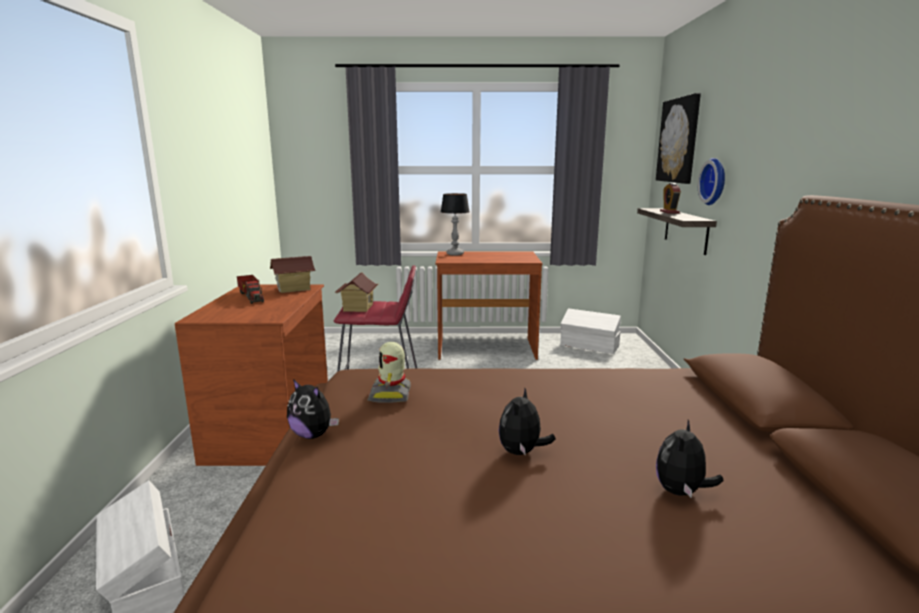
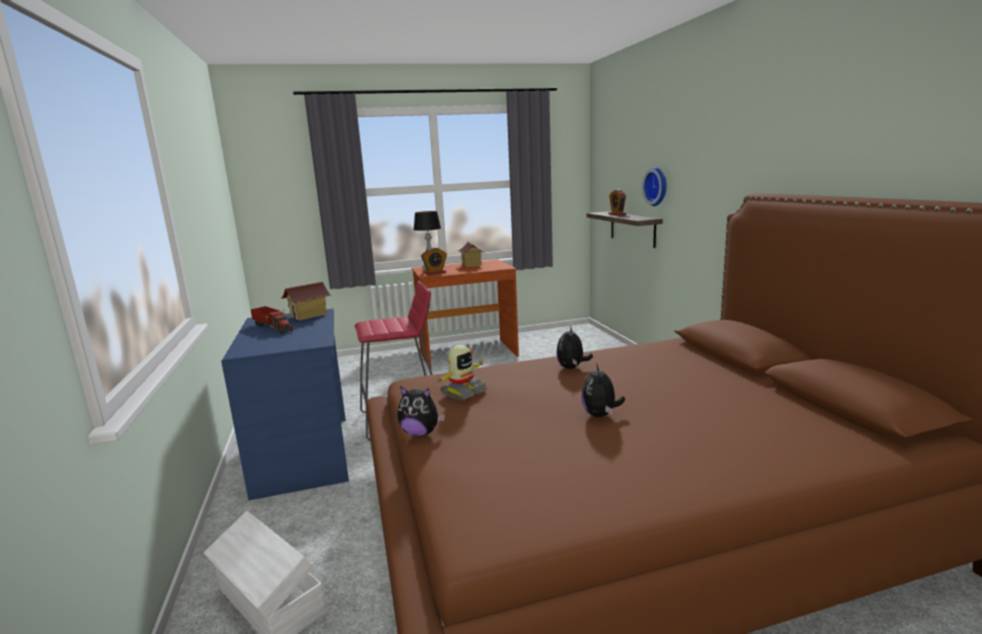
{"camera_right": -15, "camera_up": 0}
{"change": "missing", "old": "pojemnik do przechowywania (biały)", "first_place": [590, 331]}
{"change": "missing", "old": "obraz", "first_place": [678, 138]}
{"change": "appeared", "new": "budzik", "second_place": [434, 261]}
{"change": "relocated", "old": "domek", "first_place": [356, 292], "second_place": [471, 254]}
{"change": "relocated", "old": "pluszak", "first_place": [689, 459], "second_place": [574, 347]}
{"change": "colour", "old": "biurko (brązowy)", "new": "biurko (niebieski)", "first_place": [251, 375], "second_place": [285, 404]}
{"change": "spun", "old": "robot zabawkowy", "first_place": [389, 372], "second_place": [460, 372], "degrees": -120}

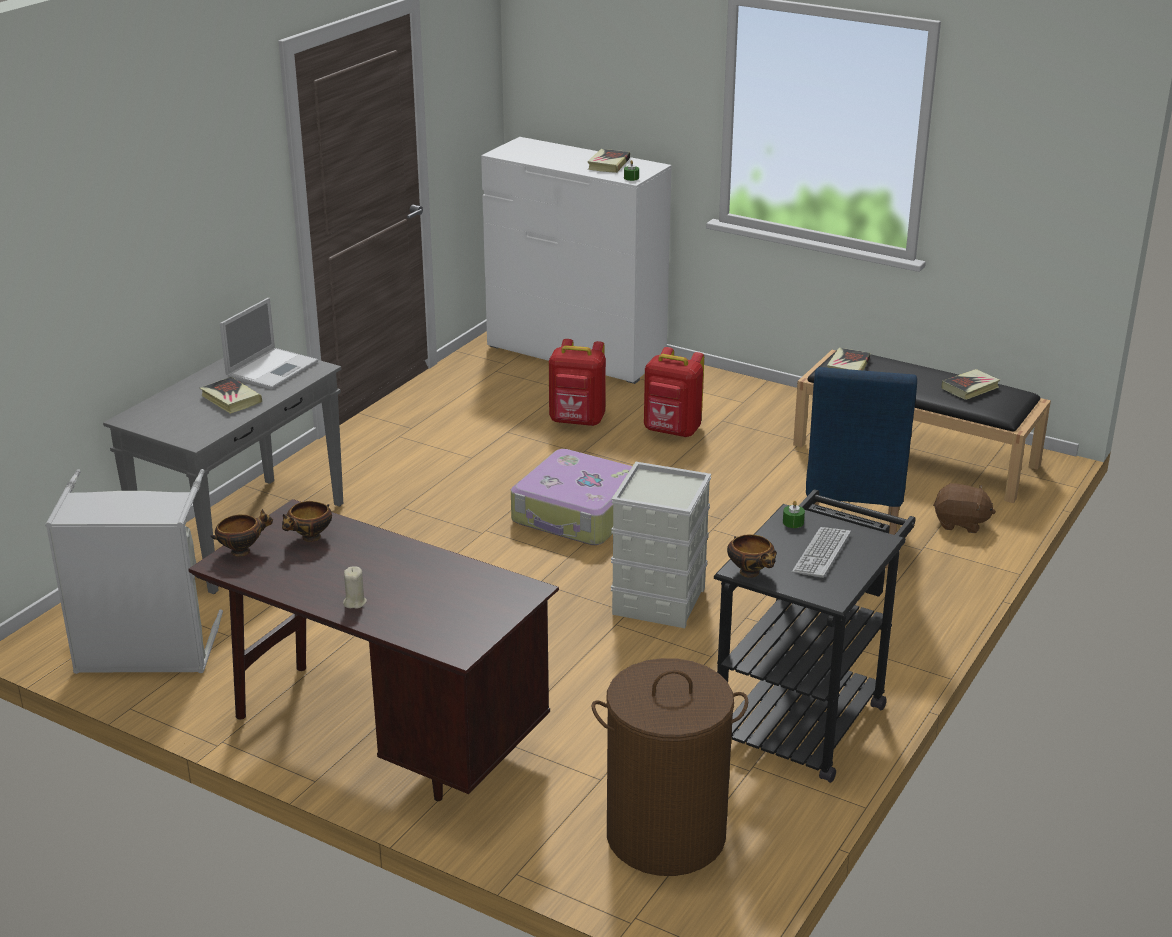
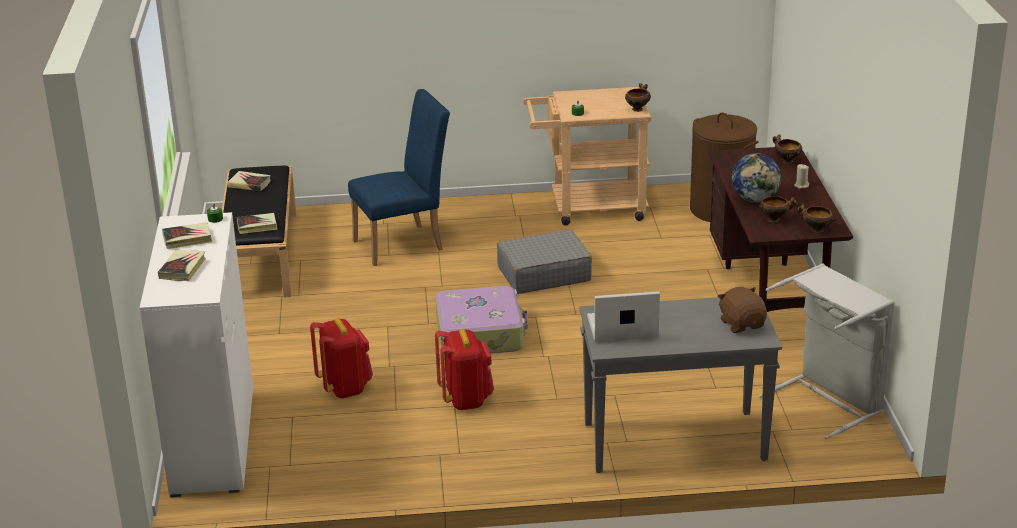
{"camera_right": -125, "camera_up": 0}
{"change": "missing", "old": "klawiatura", "first_place": [821, 552]}
{"change": "appeared", "new": "globus", "second_place": [756, 178]}
{"change": "appeared", "new": "miska", "second_place": [787, 149]}
{"change": "relocated", "old": "książka", "first_place": [231, 395], "second_place": [182, 265]}
{"change": "relocated", "old": "plecak (czerwony)", "first_place": [674, 392], "second_place": [464, 369]}
{"change": "relocated", "old": "pluszak (brązowy)", "first_place": [964, 508], "second_place": [742, 310]}
{"change": "exchanged", "old": "pojemnik do przechowywania (szary)", "new": "walizka (szary)", "first_place": [661, 545], "second_place": [544, 261]}
{"change": "colour", "old": "wózek (czarny)", "new": "wózek (beżowy)", "first_place": [815, 636], "second_place": [587, 156]}

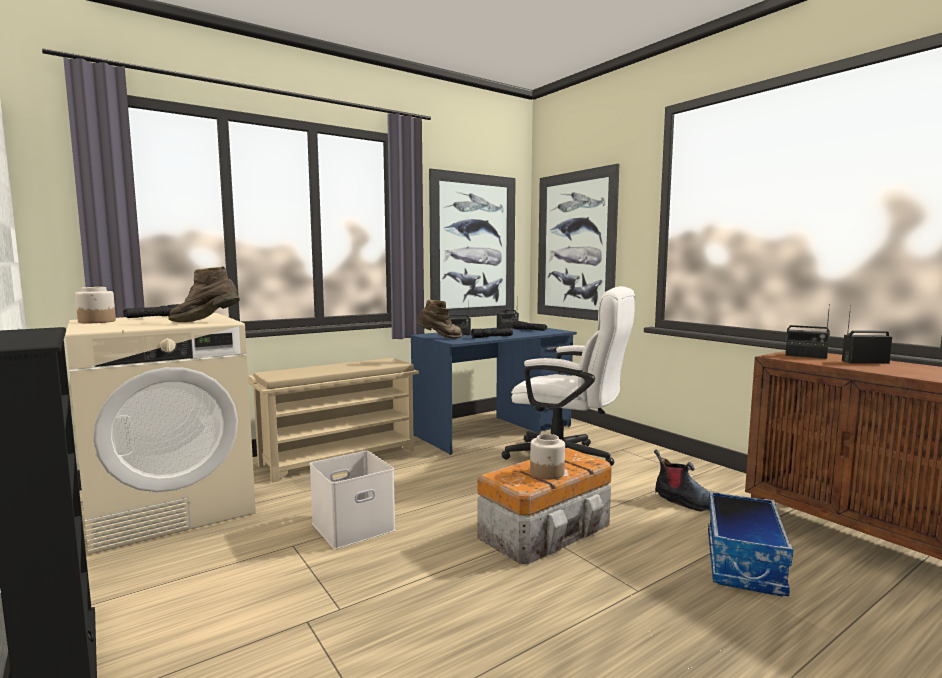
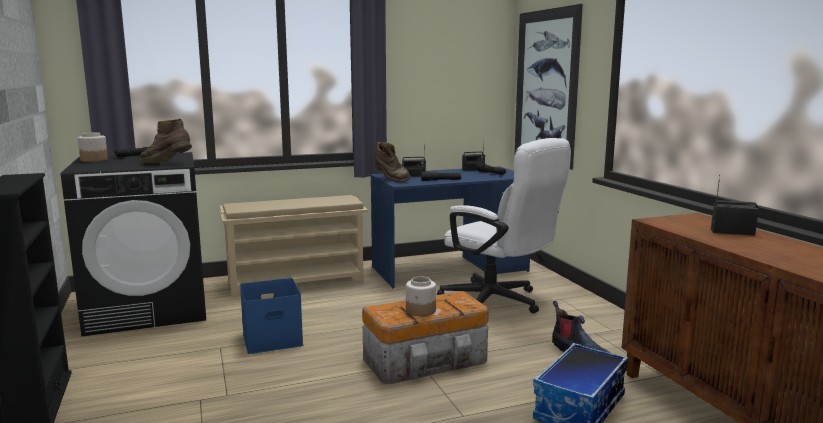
{"camera_right": 15, "camera_up": 5}
{"change": "missing", "old": "obraz", "first_place": [472, 243]}
{"change": "missing", "old": "radio", "first_place": [807, 331]}
{"change": "colour", "old": "pralka (beżowy)", "new": "pralka (czarny)", "first_place": [161, 434], "second_place": [133, 244]}
{"change": "colour", "old": "pojemnik do przechowywania (biały)", "new": "pojemnik do przechowywania (niebieski)", "first_place": [353, 500], "second_place": [271, 316]}
{"change": "spun", "old": "but z cholewką (brązowy)", "first_place": [439, 319], "second_place": [393, 162], "degrees": 45}

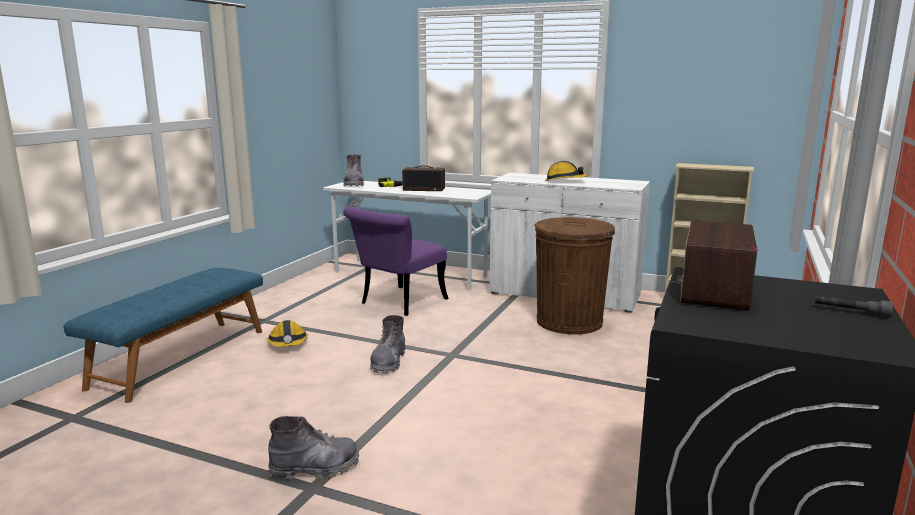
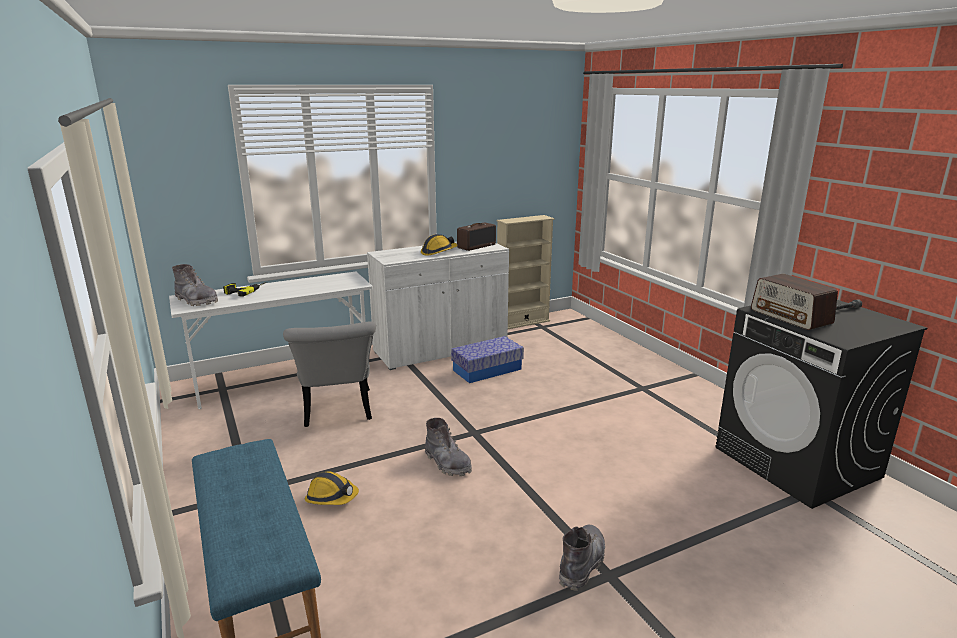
{"camera_right": -50, "camera_up": 5}
{"change": "relocated", "old": "radio", "first_place": [423, 178], "second_place": [476, 236]}
{"change": "exchanged", "old": "kosz na śmieci (brązowy)", "new": "pojemnik do przechowywania", "first_place": [574, 275], "second_place": [487, 359]}
{"change": "colour", "old": "krzesło (fioletowy)", "new": "krzesło (szary)", "first_place": [396, 261], "second_place": [329, 374]}

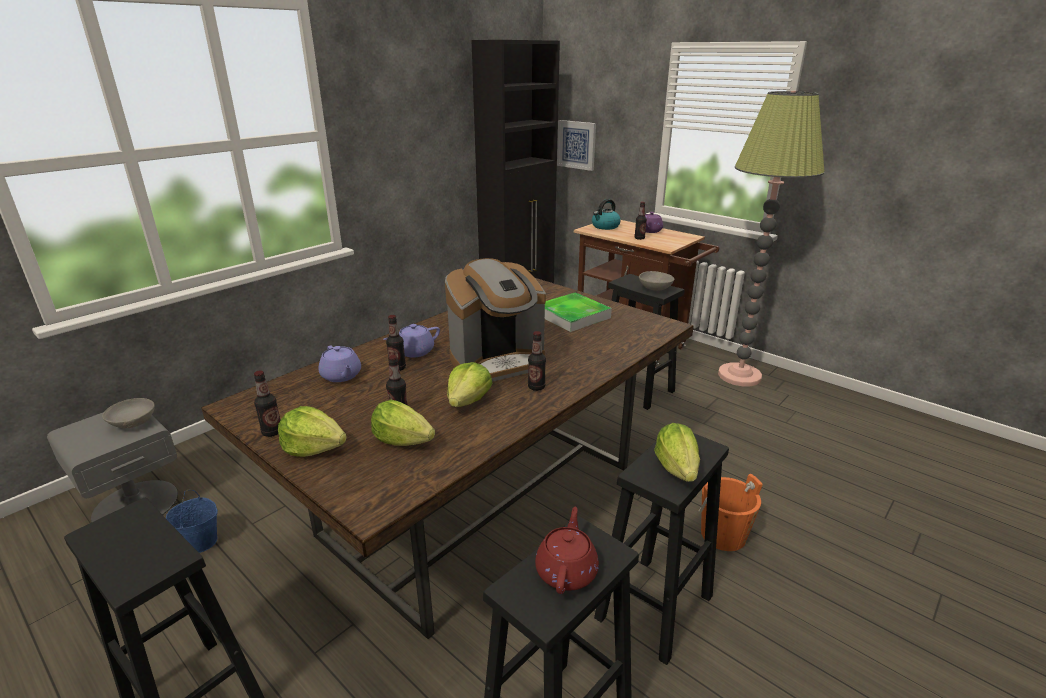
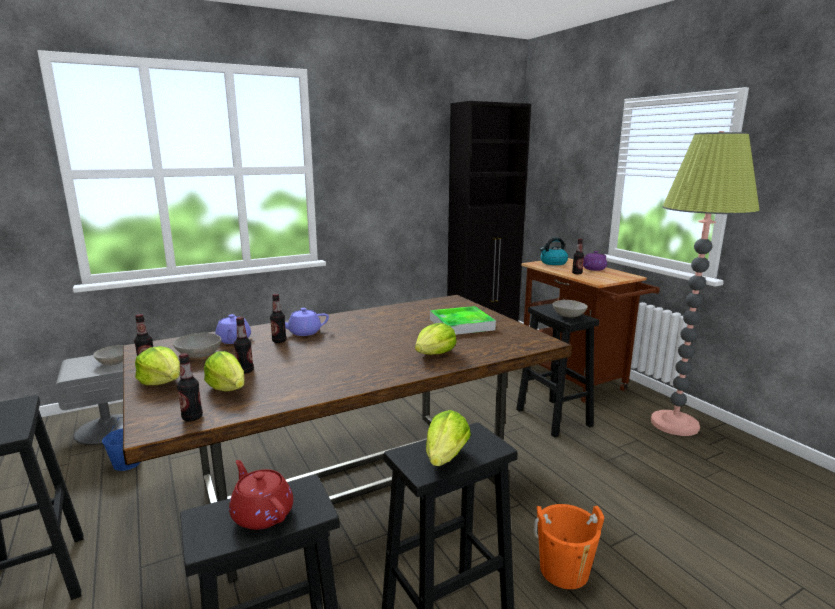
{"camera_right": 20, "camera_up": -10}
{"change": "missing", "old": "ekspres do kawy", "first_place": [495, 320]}
{"change": "missing", "old": "obraz", "first_place": [576, 145]}
{"change": "appeared", "new": "miska (szary)", "second_place": [197, 345]}
{"change": "relocated", "old": "sałata", "first_place": [470, 384], "second_place": [435, 339]}
{"change": "relocated", "old": "butelka", "first_place": [537, 361], "second_place": [190, 387]}
{"change": "spun", "old": "imbryk (czerwony)", "first_place": [567, 550], "second_place": [261, 495], "degrees": -75}

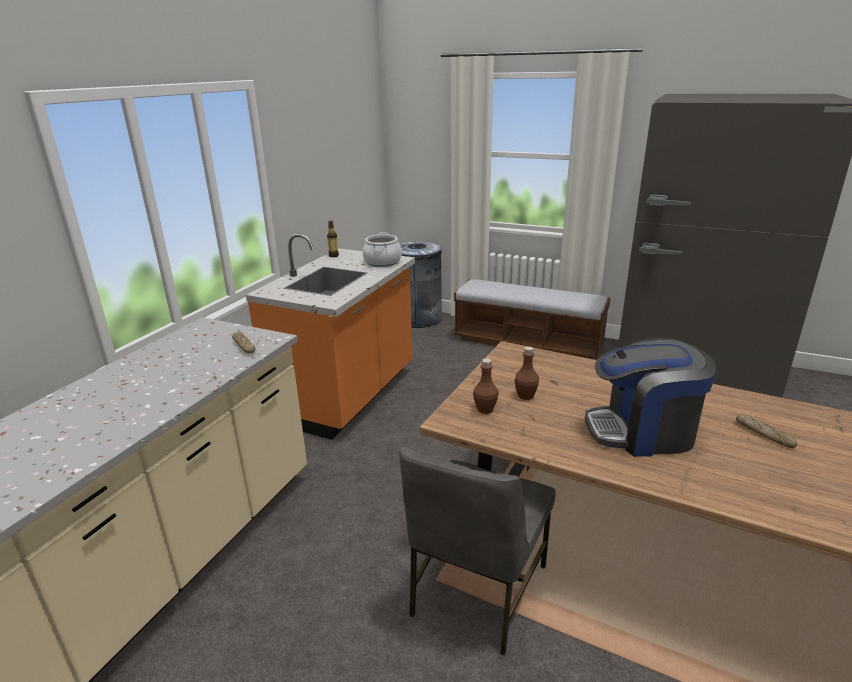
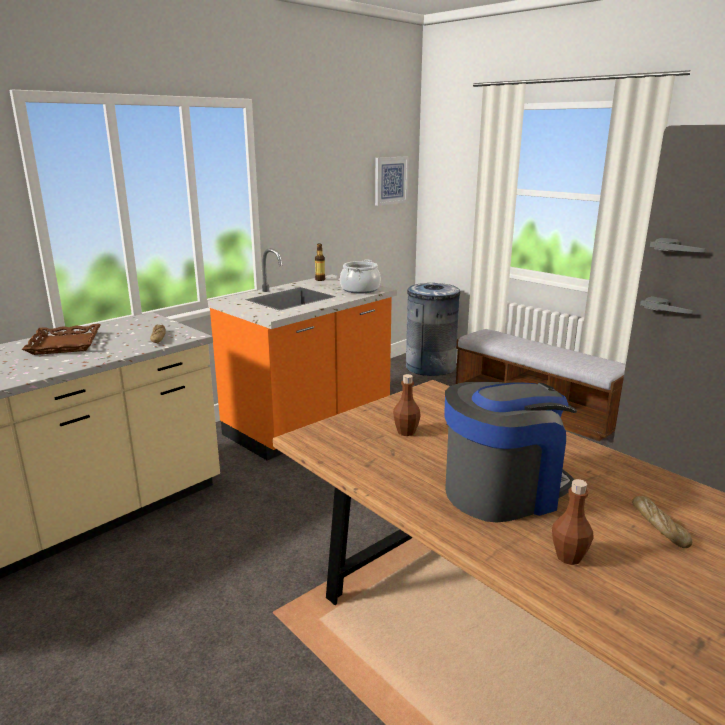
{"camera_right": 20, "camera_up": -5}
{"change": "missing", "old": "krzesło (szary)", "first_place": [477, 551]}
{"change": "appeared", "new": "taca (brązowy)", "second_place": [61, 339]}
{"change": "appeared", "new": "obraz", "second_place": [392, 181]}
{"change": "relocated", "old": "butelka (brązowy)", "first_place": [486, 386], "second_place": [573, 522]}
{"change": "spun", "old": "ekspres do kawy", "first_place": [650, 397], "second_place": [510, 452], "degrees": 135}

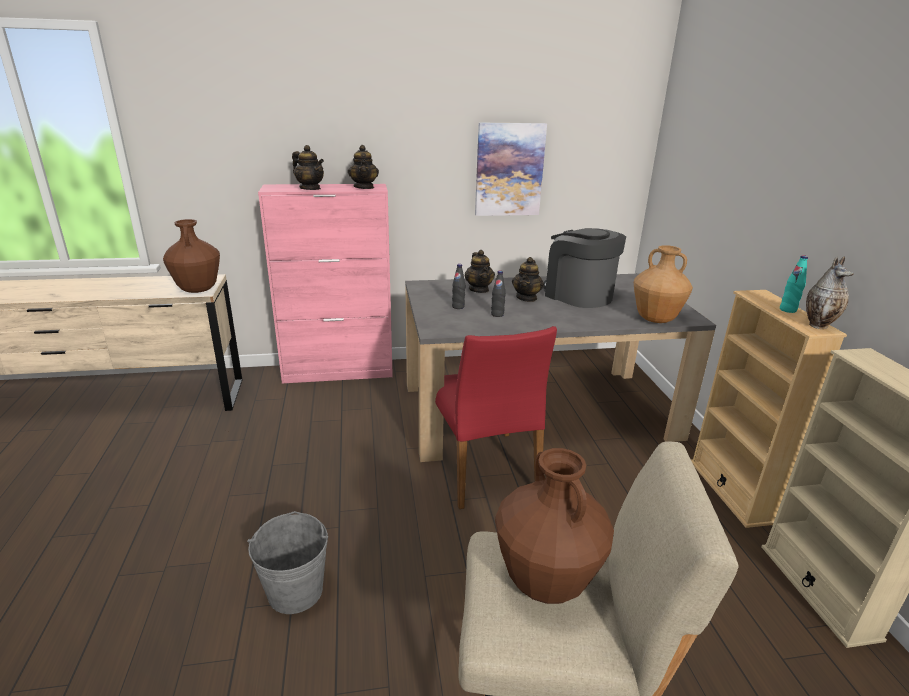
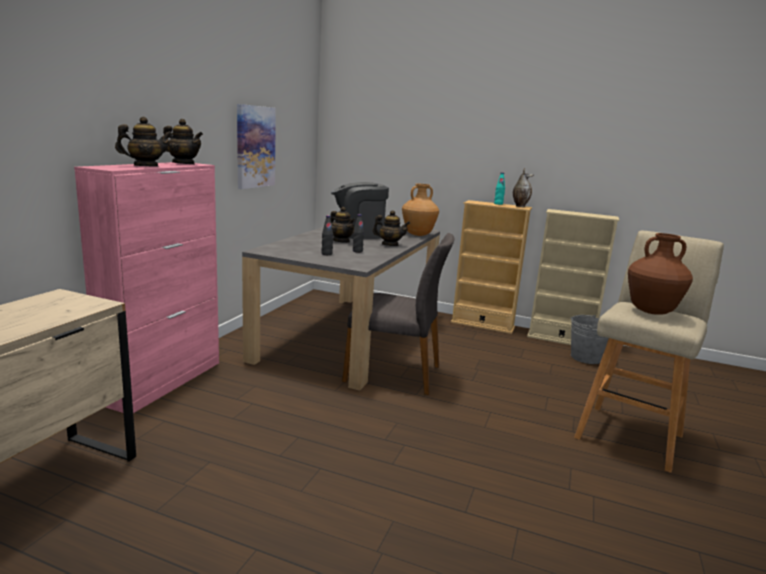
{"camera_right": -60, "camera_up": -10}
{"change": "missing", "old": "wazon (brązowy)", "first_place": [191, 256]}
{"change": "relocated", "old": "wiadro (szary)", "first_place": [287, 562], "second_place": [589, 339]}
{"change": "relocated", "old": "imbryk", "first_place": [480, 271], "second_place": [391, 228]}
{"change": "colour", "old": "krzesło (czerwony)", "new": "krzesło (szary)", "first_place": [496, 417], "second_place": [398, 314]}

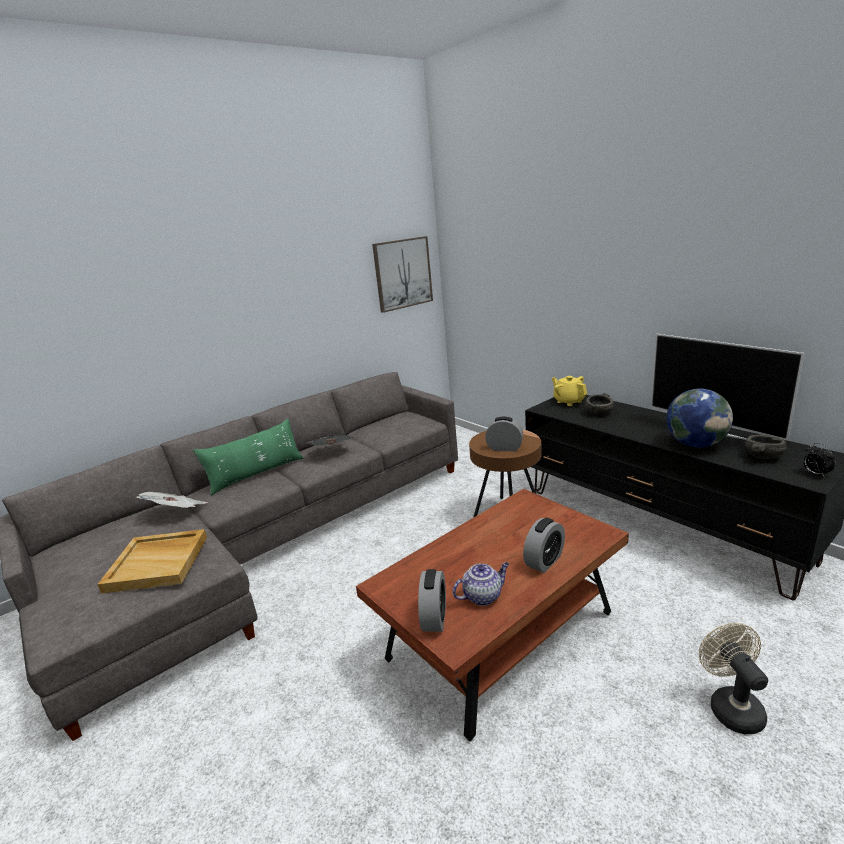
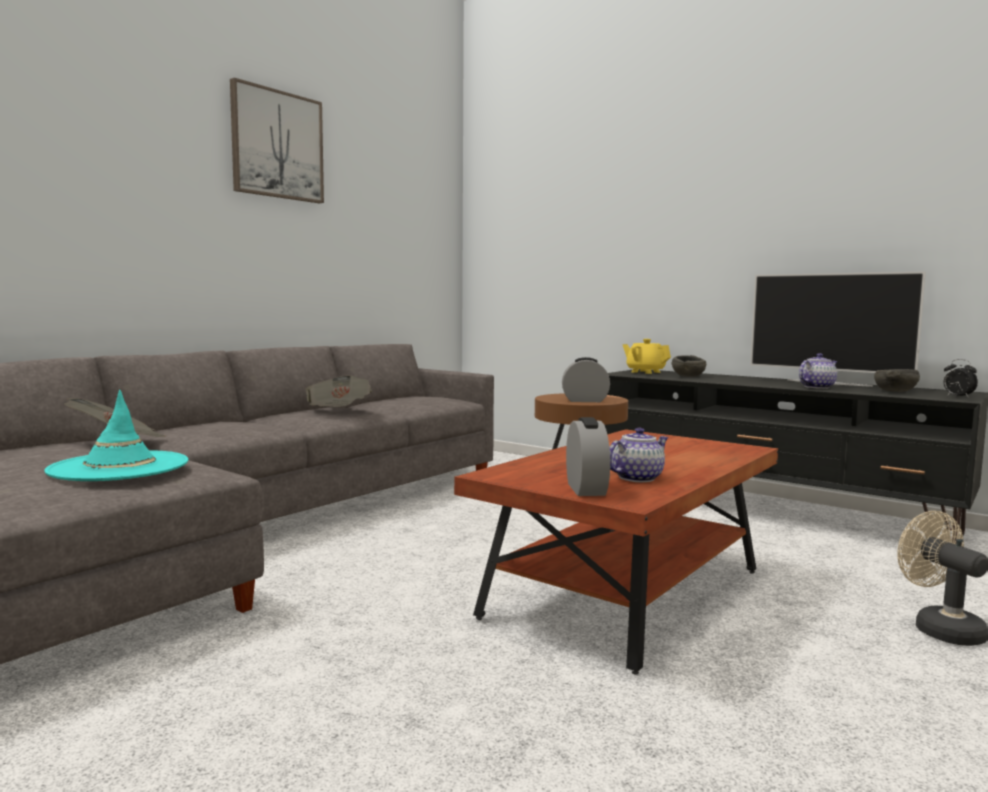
{"camera_right": -15, "camera_up": -15}
{"change": "missing", "old": "poduszka (zielony)", "first_place": [248, 457]}
{"change": "missing", "old": "budzik", "first_place": [544, 545]}
{"change": "relocated", "old": "obraz", "first_place": [402, 274], "second_place": [277, 140]}
{"change": "exchanged", "old": "taca (beżowy)", "new": "kapelusz (turkusowy)", "first_place": [152, 561], "second_place": [116, 435]}
{"change": "exchanged", "old": "globus", "new": "imbryk", "first_place": [699, 418], "second_place": [818, 371]}

